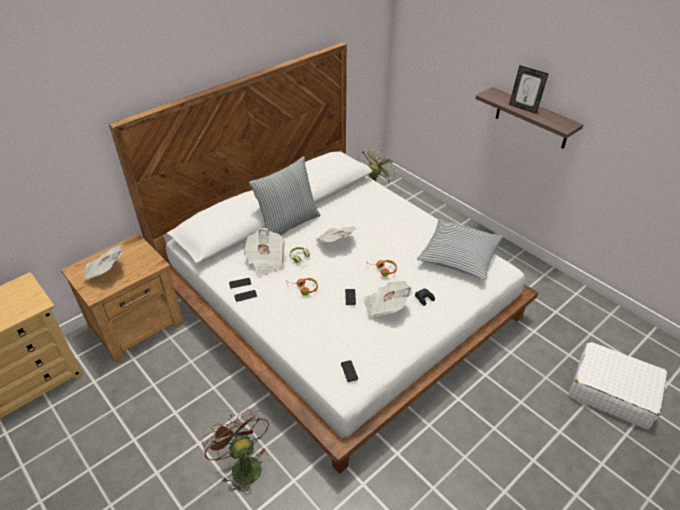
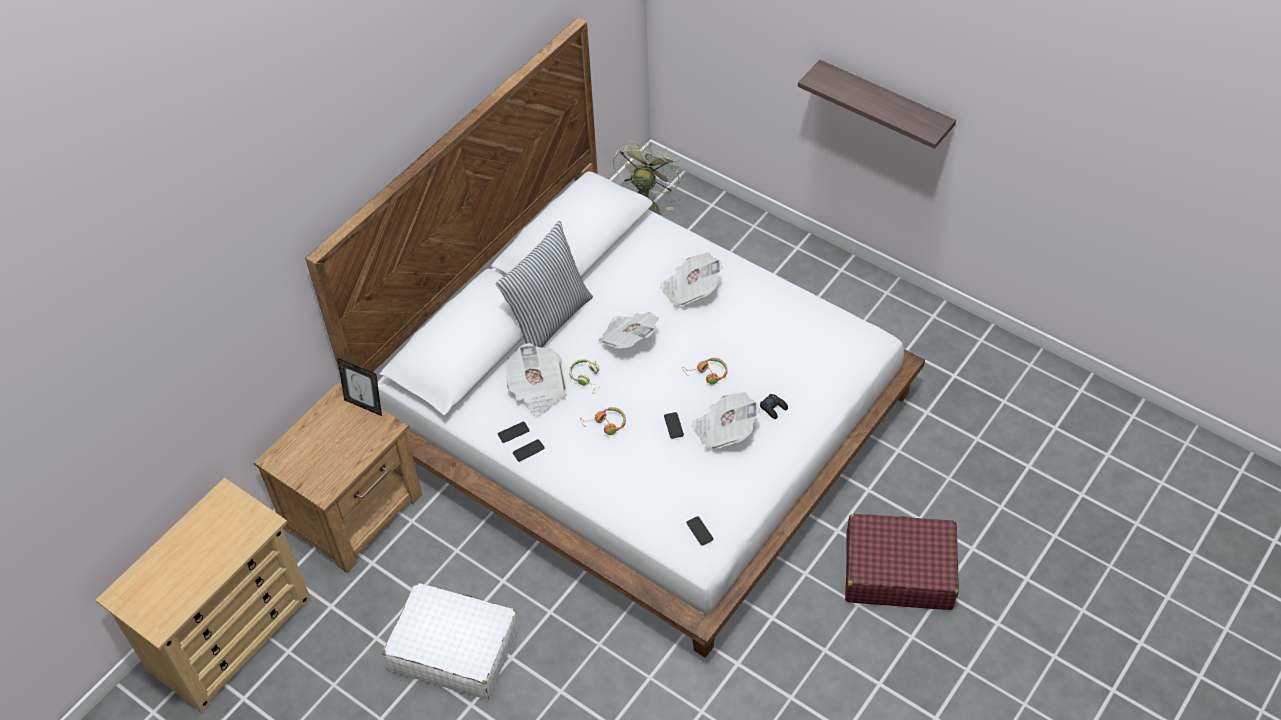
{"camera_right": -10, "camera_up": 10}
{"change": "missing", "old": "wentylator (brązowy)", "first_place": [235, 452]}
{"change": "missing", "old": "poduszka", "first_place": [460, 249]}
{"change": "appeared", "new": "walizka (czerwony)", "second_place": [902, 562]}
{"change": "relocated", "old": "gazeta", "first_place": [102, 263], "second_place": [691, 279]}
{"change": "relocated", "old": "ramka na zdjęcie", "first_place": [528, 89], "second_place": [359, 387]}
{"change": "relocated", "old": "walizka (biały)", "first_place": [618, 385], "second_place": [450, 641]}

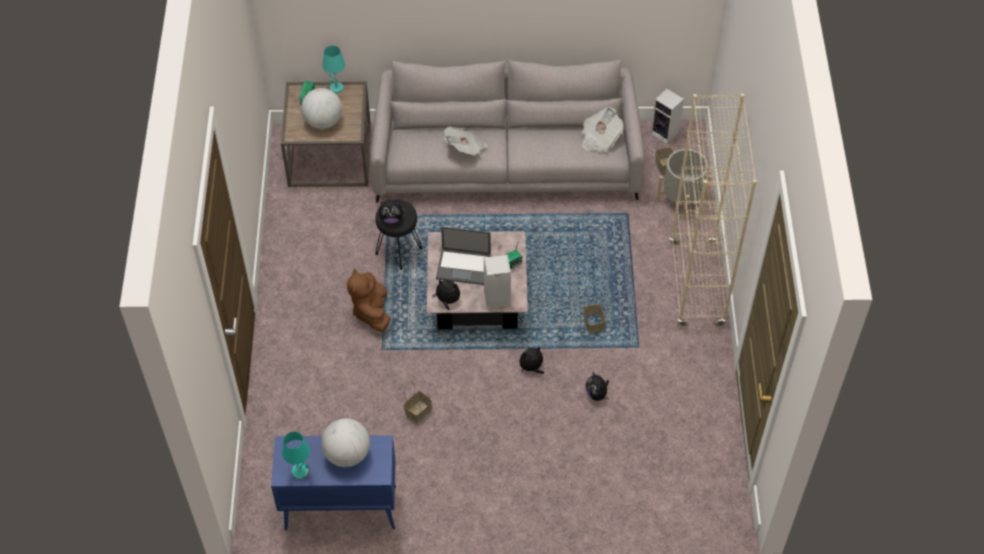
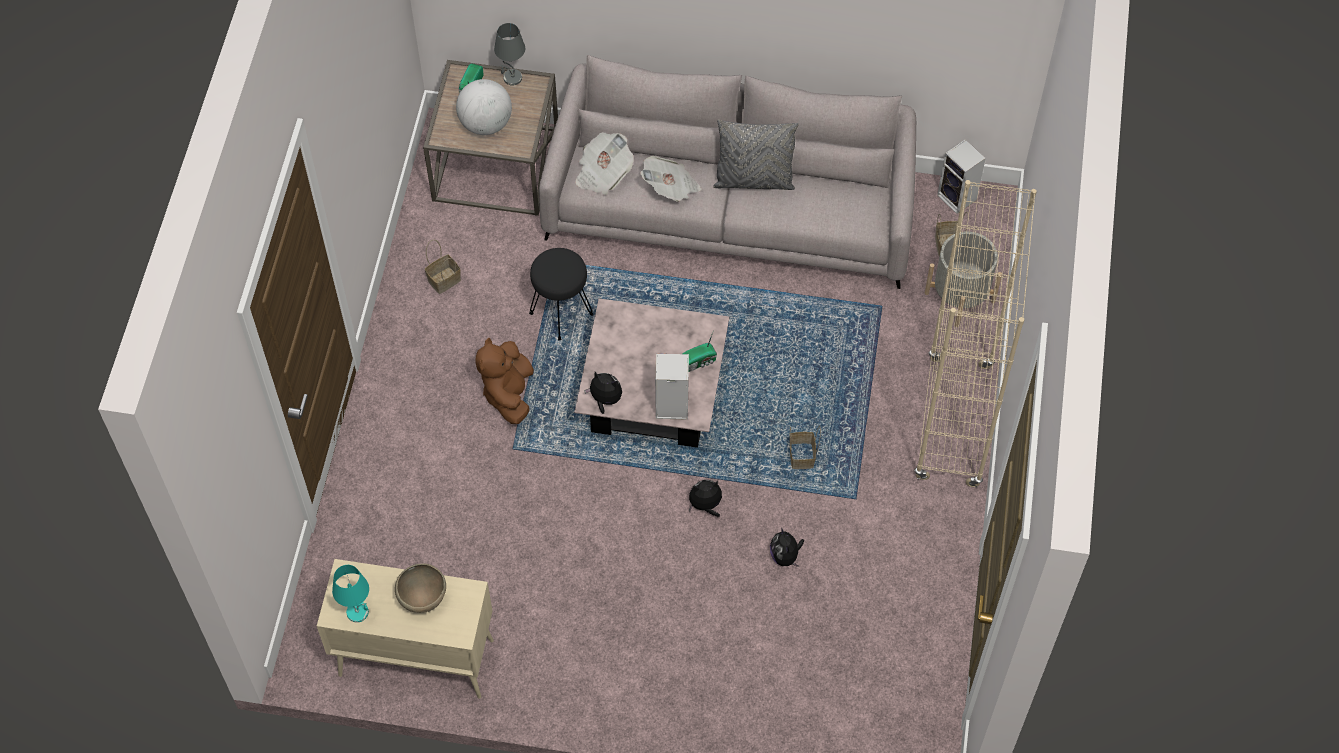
{"camera_right": 10, "camera_up": 5}
{"change": "missing", "old": "pluszak", "first_place": [392, 212]}
{"change": "missing", "old": "laptop", "first_place": [463, 256]}
{"change": "appeared", "new": "poduszka (szary)", "second_place": [756, 154]}
{"change": "relocated", "old": "koszyk", "first_place": [418, 402], "second_place": [443, 267]}
{"change": "relocated", "old": "gazeta", "first_place": [602, 129], "second_place": [604, 163]}
{"change": "exchanged", "old": "globus", "new": "miska (brązowy)", "first_place": [345, 442], "second_place": [420, 588]}
{"change": "colour", "old": "szafka (niebieski)", "new": "szafka (beżowy)", "first_place": [333, 482], "second_place": [405, 629]}
{"change": "colour", "old": "lampa stołowa (turkusowy)", "new": "lampa stołowa (szary)", "first_place": [333, 69], "second_place": [509, 54]}

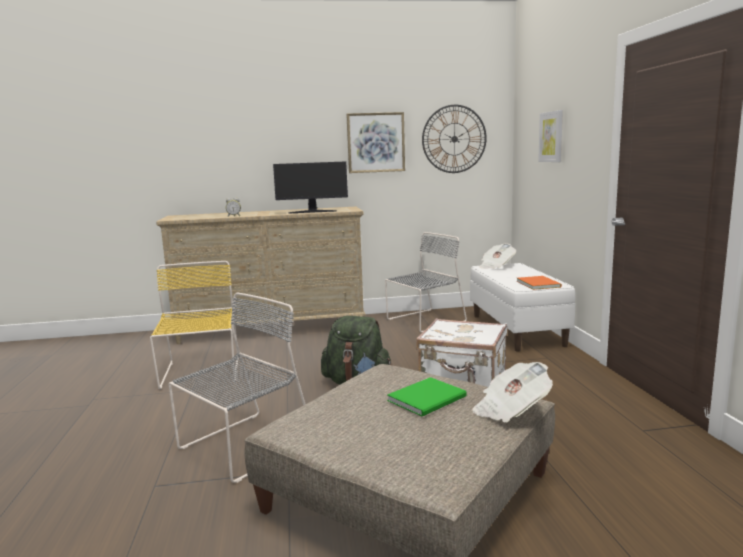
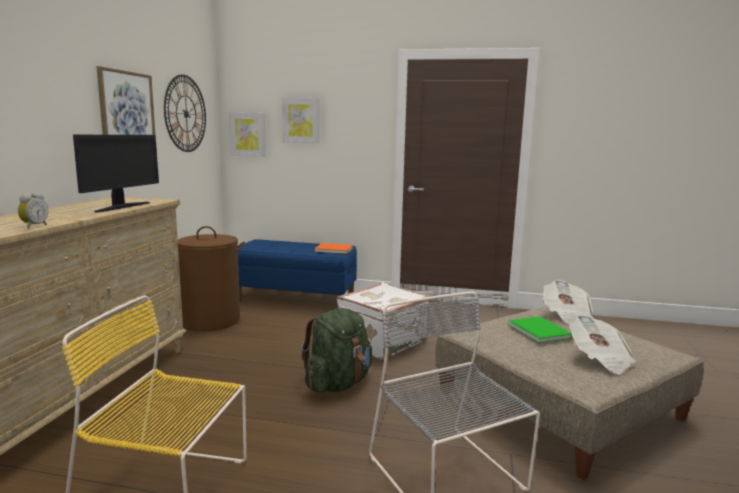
{"camera_right": -70, "camera_up": 0}
{"change": "appeared", "new": "obraz", "second_place": [247, 134]}
{"change": "relocated", "old": "gazeta", "first_place": [498, 256], "second_place": [602, 344]}
{"change": "exchanged", "old": "krzesło (szary)", "new": "kosz na pranie (brązowy)", "first_place": [426, 282], "second_place": [211, 278]}
{"change": "colour", "old": "ławka (biały)", "new": "ławka (niebieski)", "first_place": [523, 307], "second_place": [297, 270]}

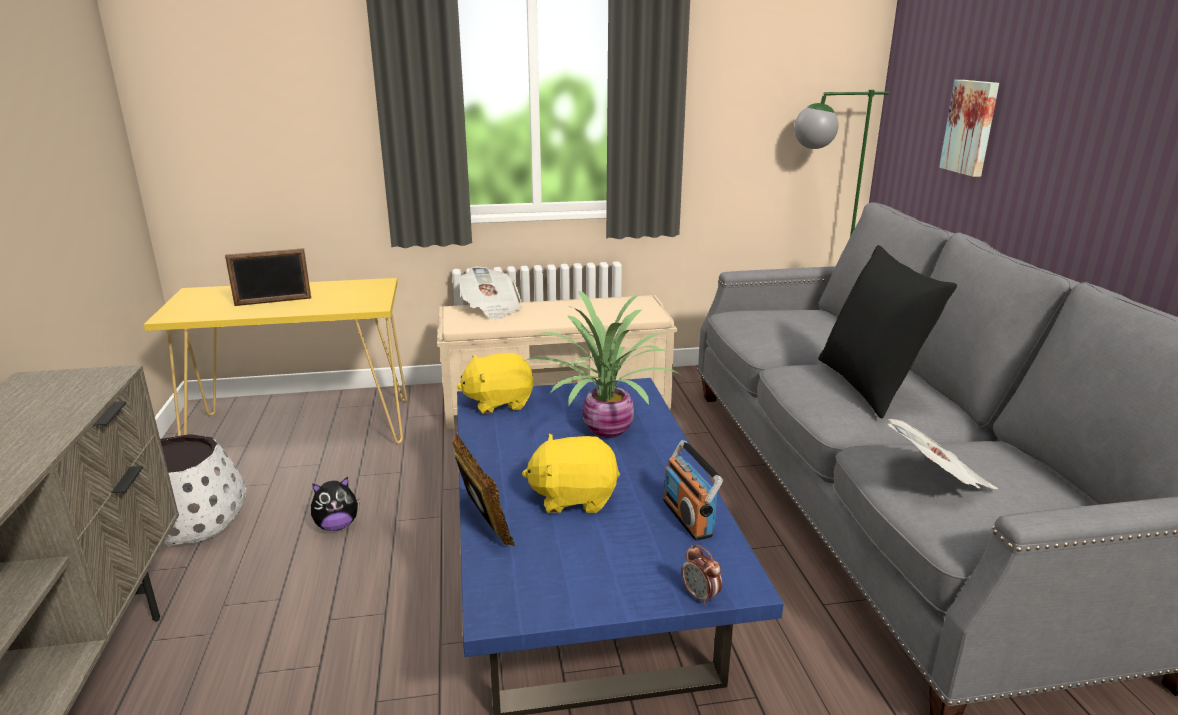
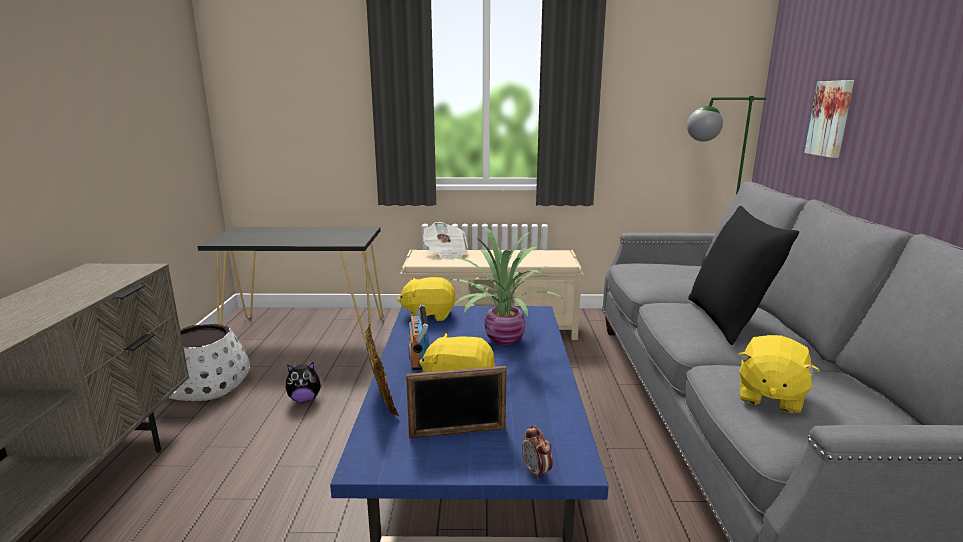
{"camera_right": 10, "camera_up": -5}
{"change": "relocated", "old": "ramka na zdjęcie", "first_place": [268, 277], "second_place": [456, 402]}
{"change": "relocated", "old": "radio", "first_place": [693, 490], "second_place": [418, 337]}
{"change": "exchanged", "old": "gazeta", "new": "pluszak (żółty)", "first_place": [942, 454], "second_place": [779, 374]}
{"change": "colour", "old": "stolik konsolowy (żółty)", "new": "stolik konsolowy (czarny)", "first_place": [275, 361], "second_place": [290, 286]}

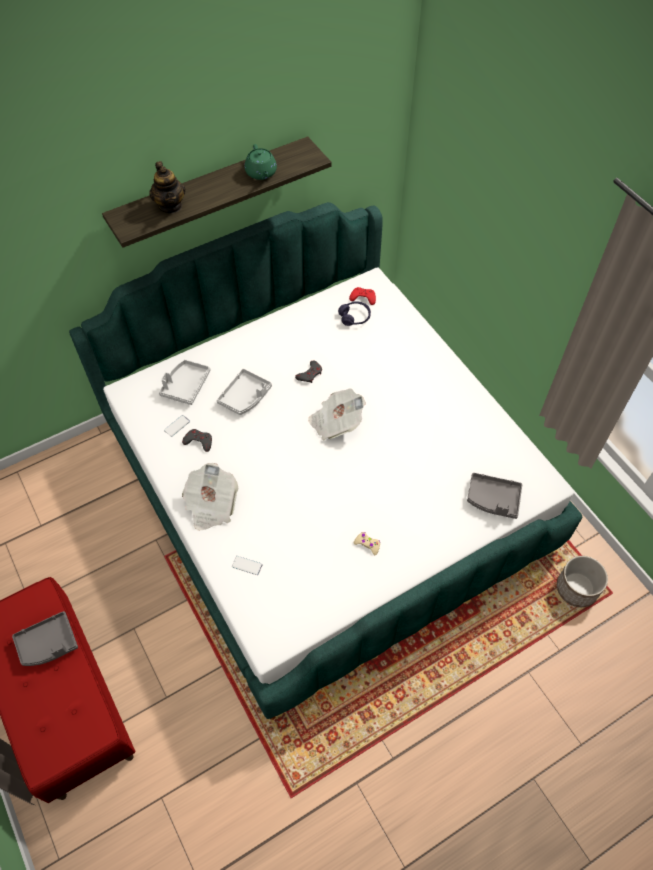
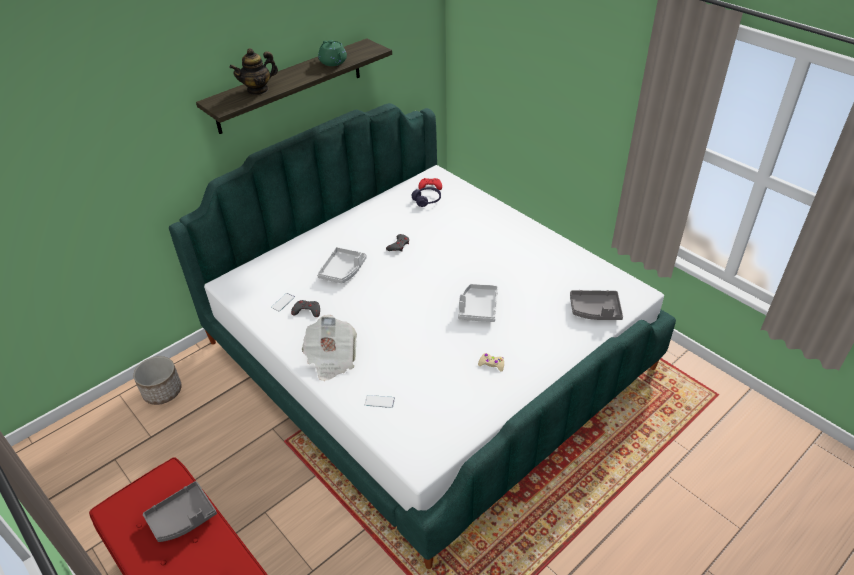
{"camera_right": -10, "camera_up": -15}
{"change": "missing", "old": "gazeta", "first_place": [337, 414]}
{"change": "relocated", "old": "taca (szary)", "first_place": [185, 382], "second_place": [478, 303]}
{"change": "relocated", "old": "donica", "first_place": [582, 581], "second_place": [157, 380]}
{"change": "spun", "old": "imbryk", "first_place": [167, 187], "second_place": [253, 71], "degrees": 90}

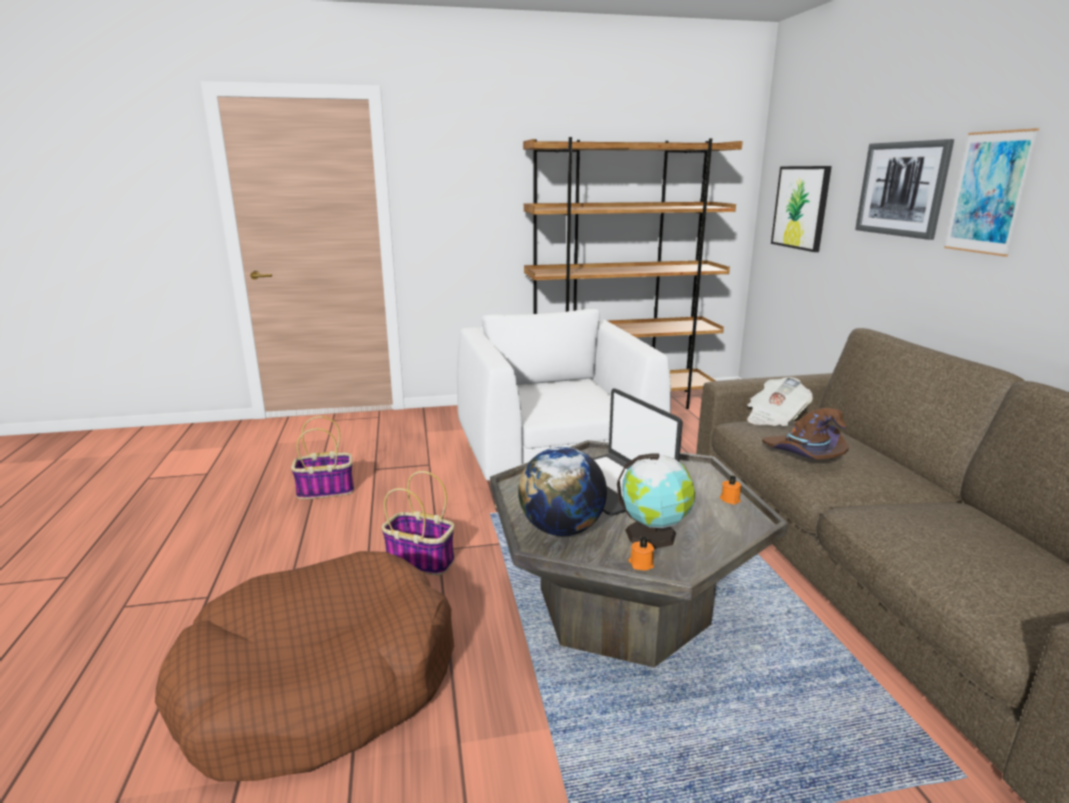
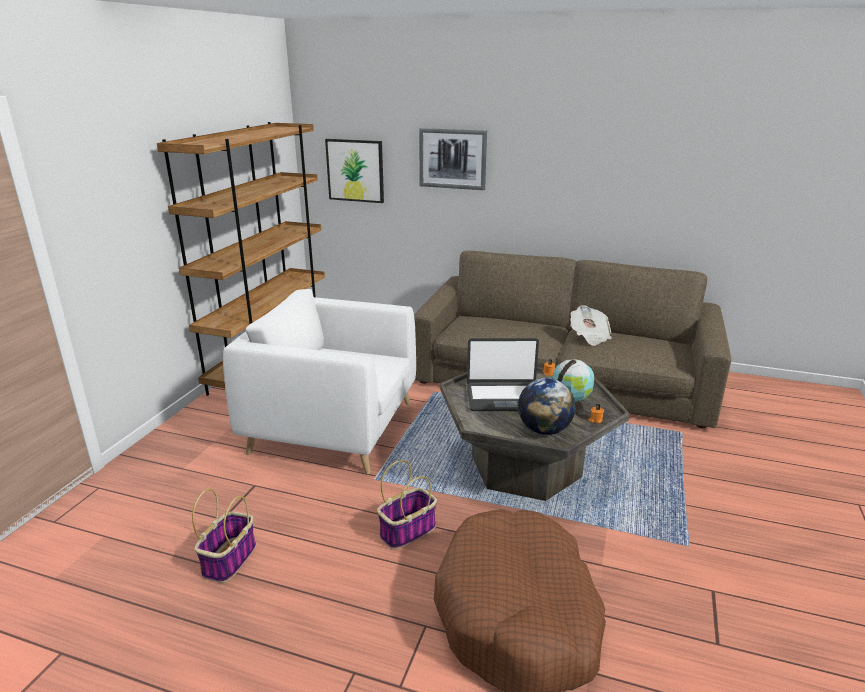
{"camera_right": -60, "camera_up": 5}
{"change": "missing", "old": "kapelusz (brązowy)", "first_place": [805, 434]}
{"change": "missing", "old": "obraz", "first_place": [991, 192]}
{"change": "relocated", "old": "gazeta", "first_place": [780, 401], "second_place": [591, 325]}

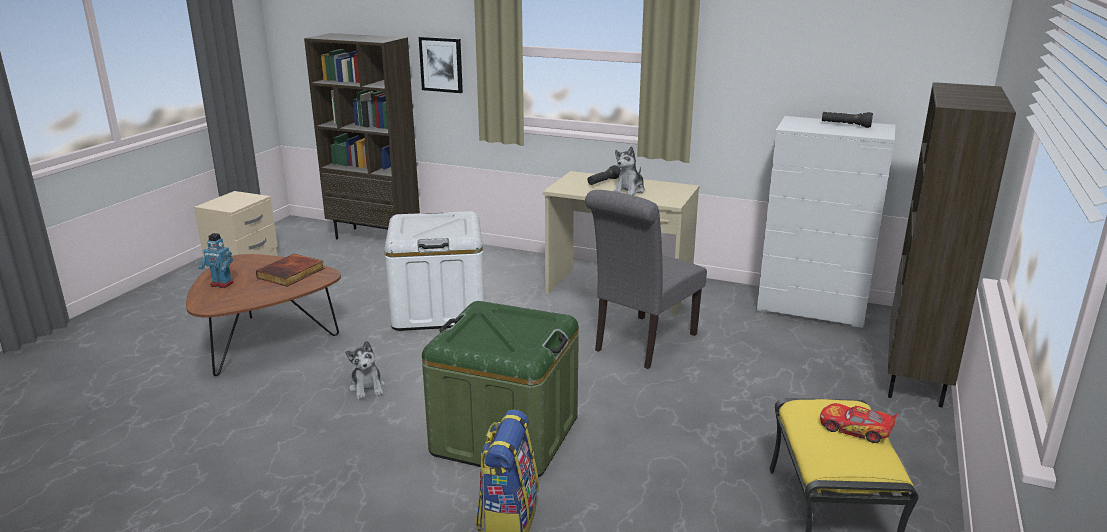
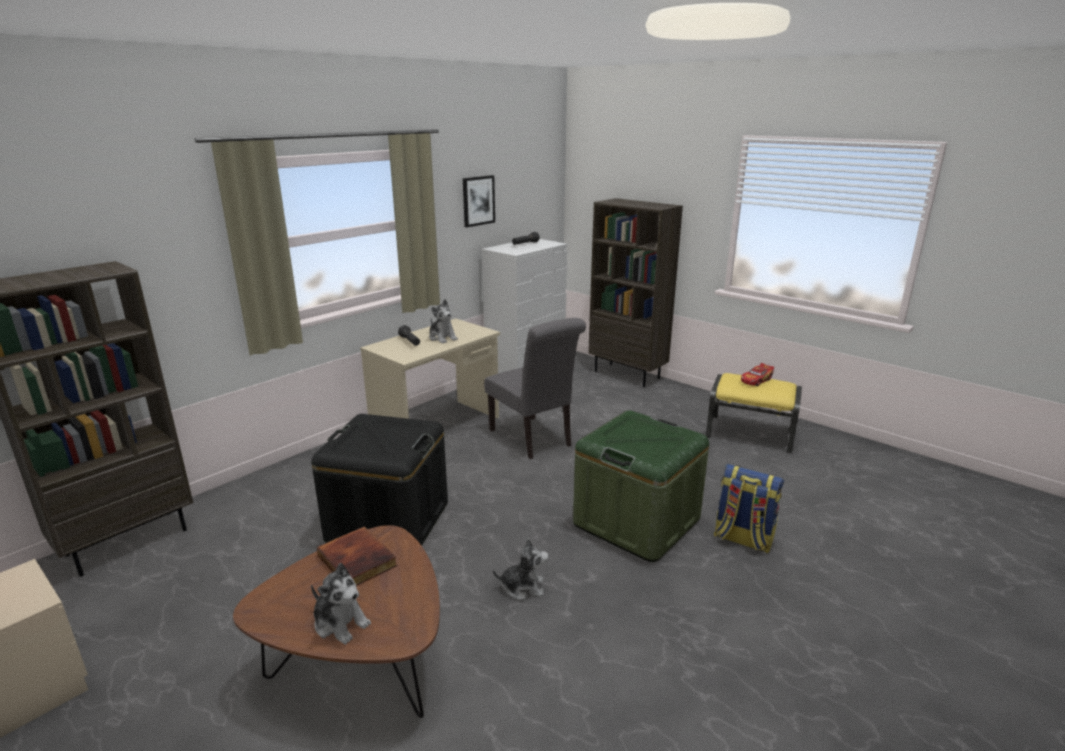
{"camera_right": -70, "camera_up": 0}
{"change": "relocated", "old": "obraz", "first_place": [441, 65], "second_place": [479, 201]}
{"change": "exchanged", "old": "robot zabawkowy", "new": "pluszak", "first_place": [216, 260], "second_place": [341, 604]}
{"change": "colour", "old": "pojemnik do przechowywania (biały)", "new": "pojemnik do przechowywania (czarny)", "first_place": [434, 271], "second_place": [380, 480]}

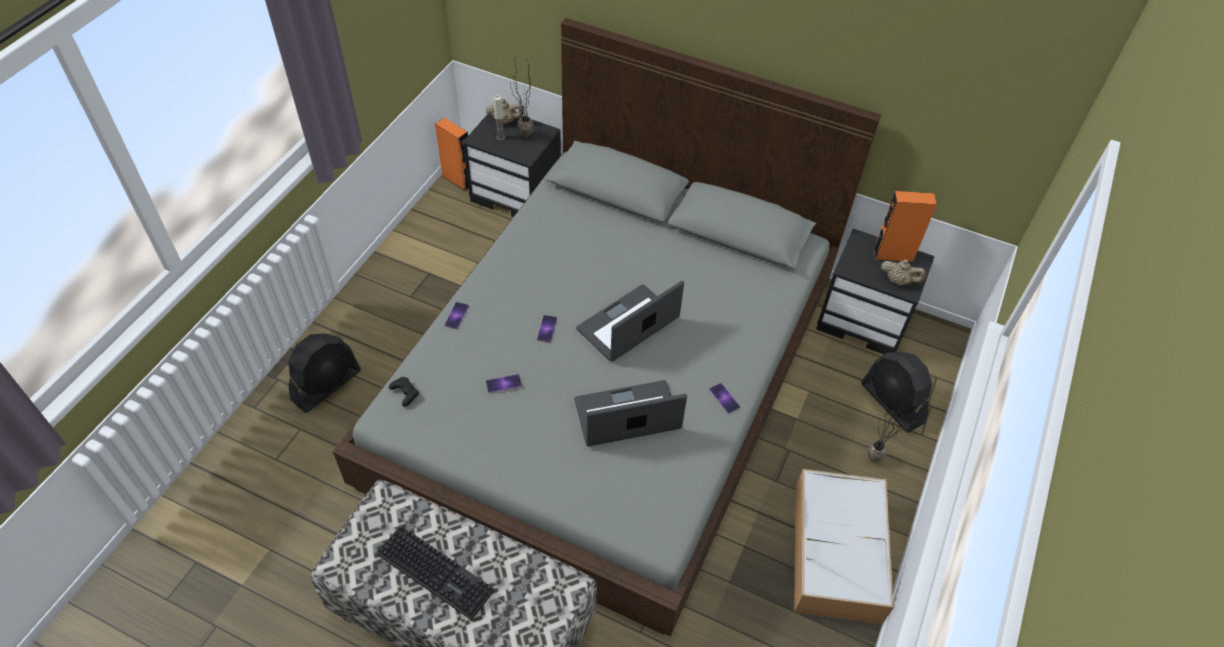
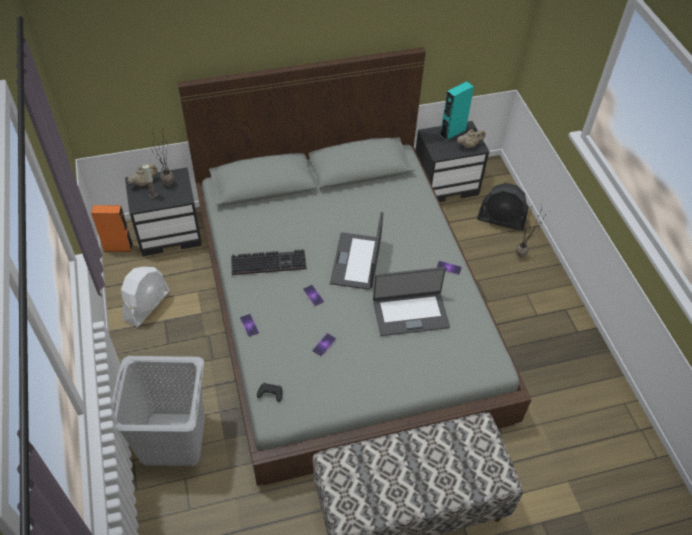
{"camera_right": -40, "camera_up": 0}
{"change": "missing", "old": "pojemnik do przechowywania", "first_place": [844, 546]}
{"change": "appeared", "new": "wentylator (biały)", "second_place": [145, 297]}
{"change": "relocated", "old": "klawiatura", "first_place": [436, 572], "second_place": [269, 262]}
{"change": "exchanged", "old": "wentylator (czarny)", "new": "kosz na pranie (szary)", "first_place": [324, 373], "second_place": [158, 411]}
{"change": "colour", "old": "głośnik (pomarańczowy)", "new": "głośnik (turkusowy)", "first_place": [905, 226], "second_place": [457, 111]}
{"change": "spun", "old": "laptop", "first_place": [630, 413], "second_place": [411, 301], "degrees": -135}

